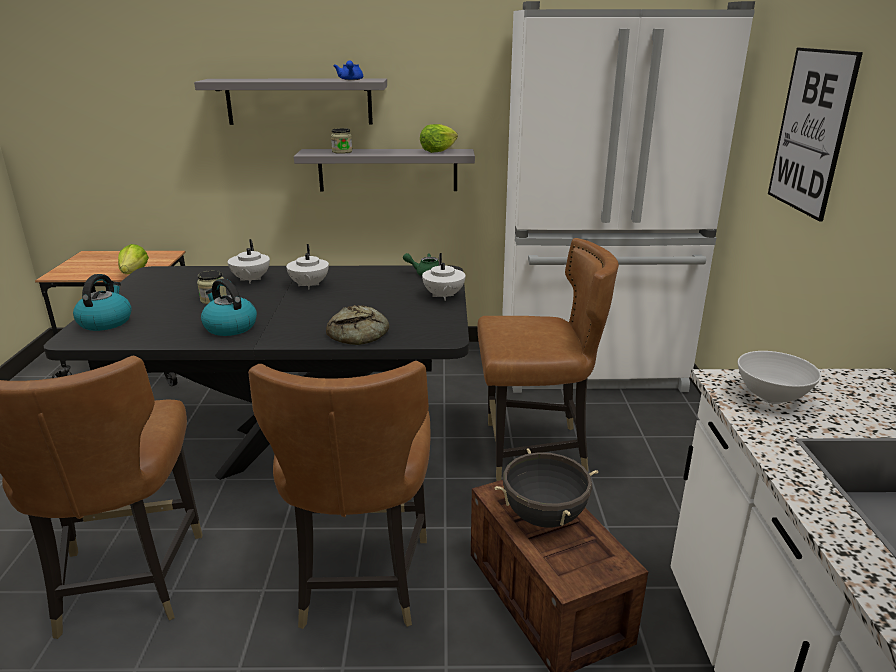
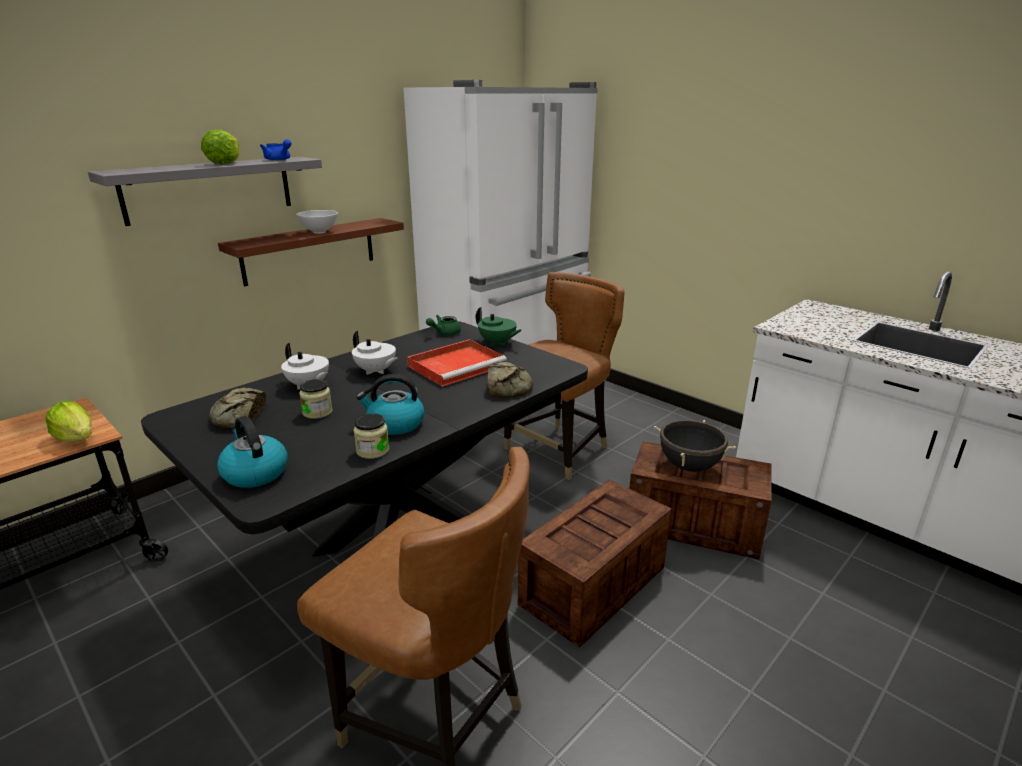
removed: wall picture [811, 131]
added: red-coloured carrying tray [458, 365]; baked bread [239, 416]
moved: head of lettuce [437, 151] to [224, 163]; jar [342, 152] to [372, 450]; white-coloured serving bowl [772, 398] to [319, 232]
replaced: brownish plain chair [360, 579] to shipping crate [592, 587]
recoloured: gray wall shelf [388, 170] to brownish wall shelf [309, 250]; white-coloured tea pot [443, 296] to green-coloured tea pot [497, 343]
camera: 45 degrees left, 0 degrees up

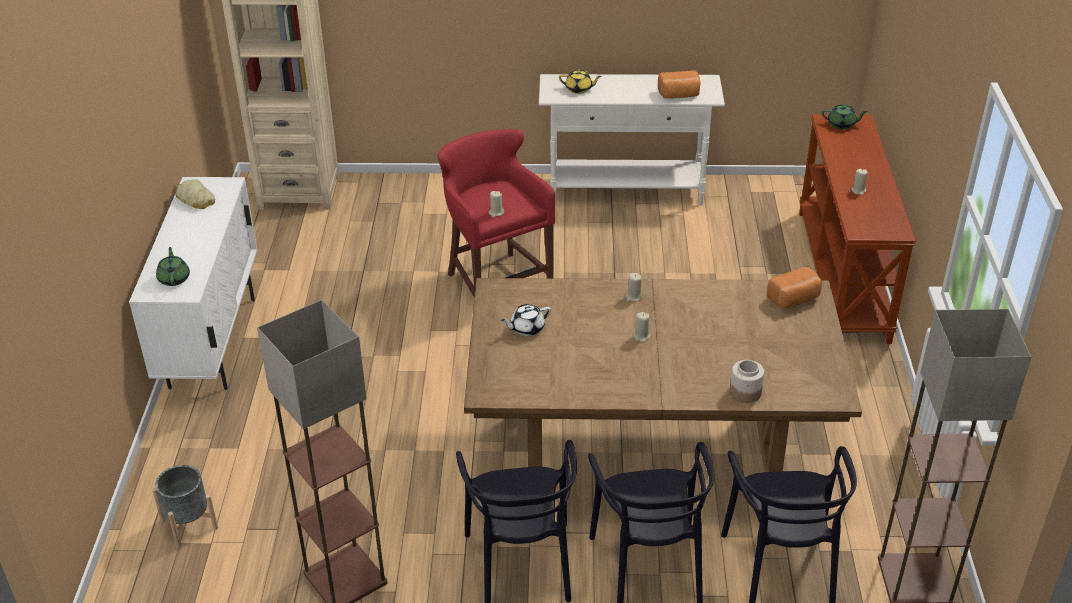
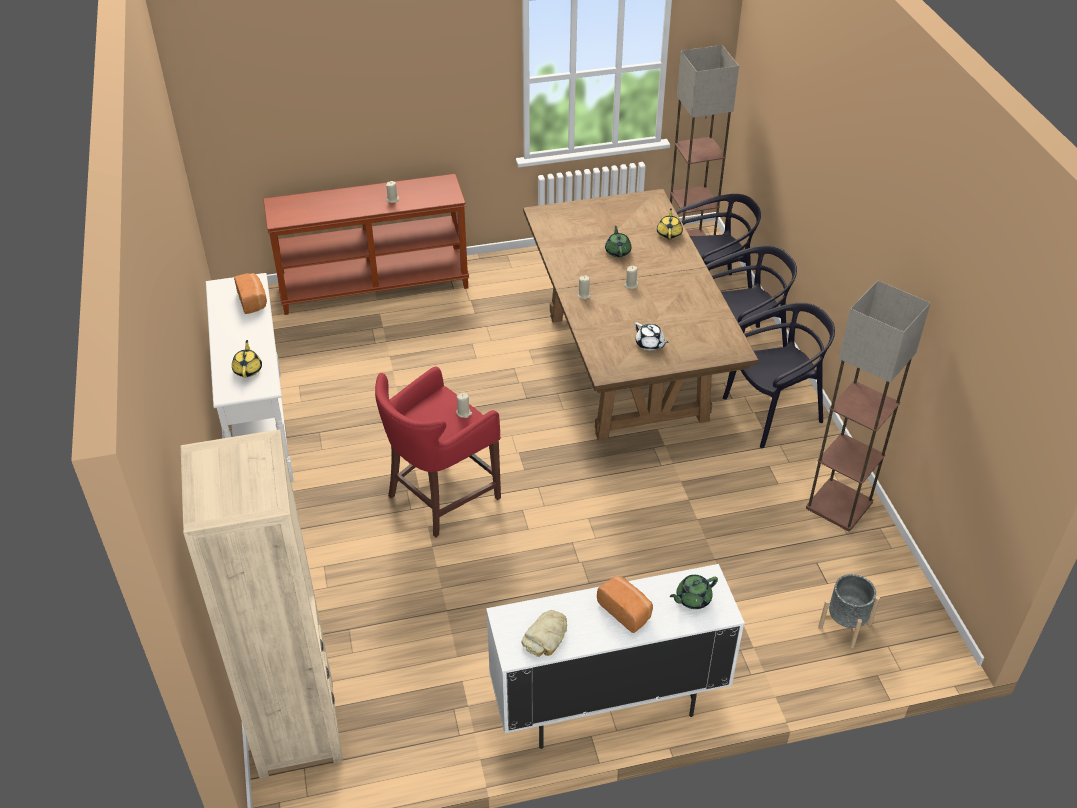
moved: green-coloured tea pot [842, 124] to [618, 251]; baked bread [794, 299] to [626, 610]
replaced: jar [745, 392] to yellow tea pot [669, 233]
camera: 105 degrees left, 5 degrees up

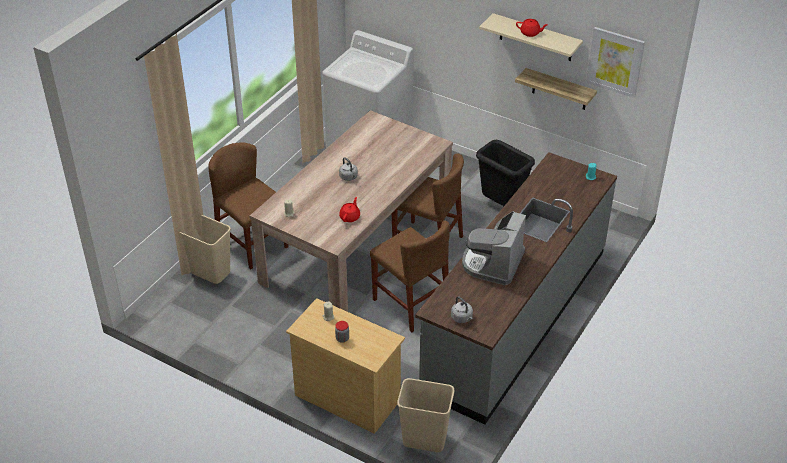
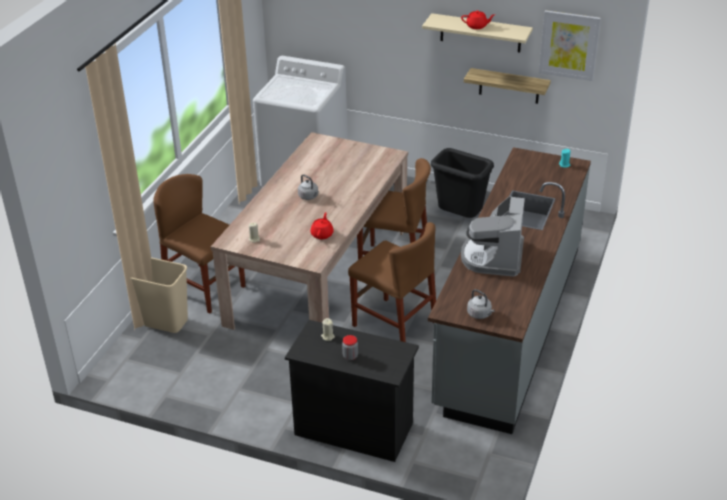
removed: beige-coloured waste bin [424, 440]
recoloured: beige-coloured chest of drawers [347, 397] to black-coloured chest of drawers [353, 428]
camera: 10 degrees left, 5 degrees down

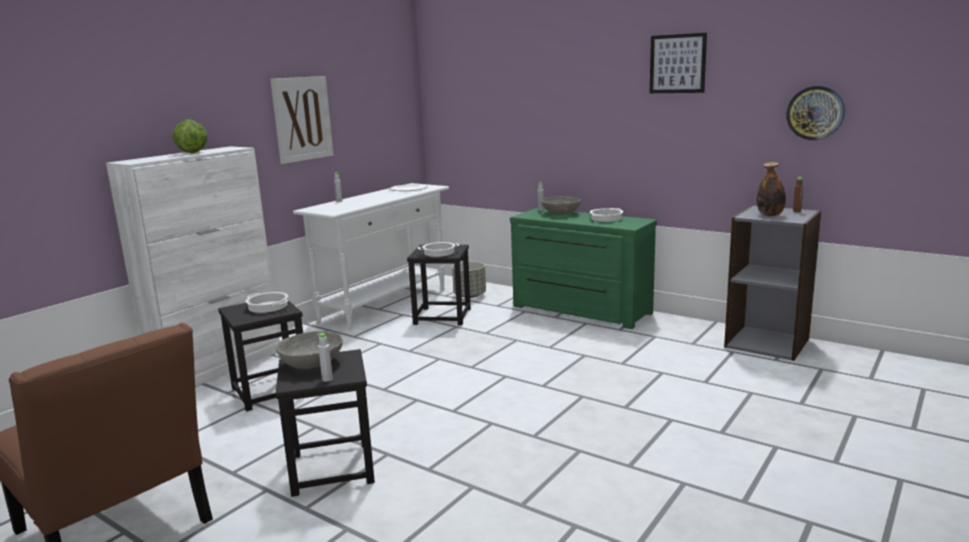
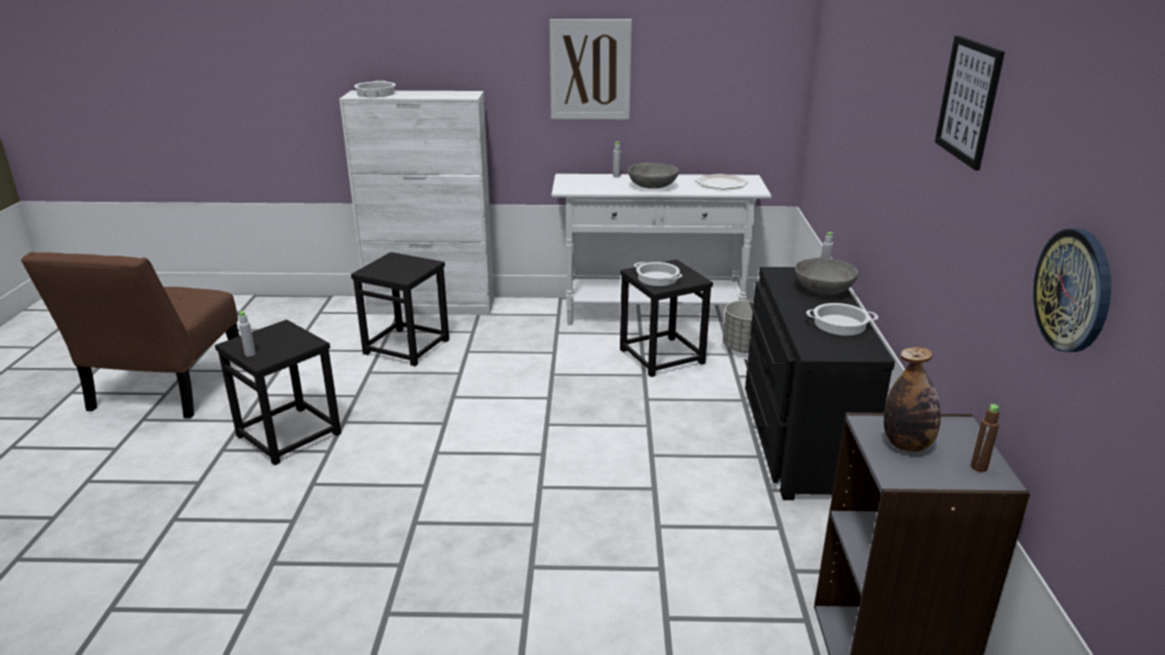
removed: head of lettuce [192, 153]
moved: saucepot [267, 306] to [375, 94]; gray serving bowl [312, 364] to [652, 186]
recoloured: green-coloured chest of drawers [579, 311] to black-coloured chest of drawers [796, 438]
camera: 55 degrees right, 10 degrees up

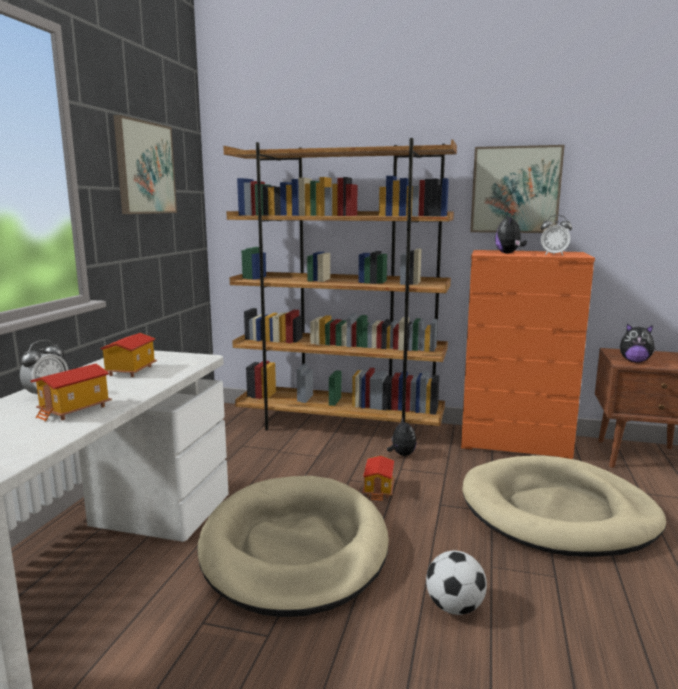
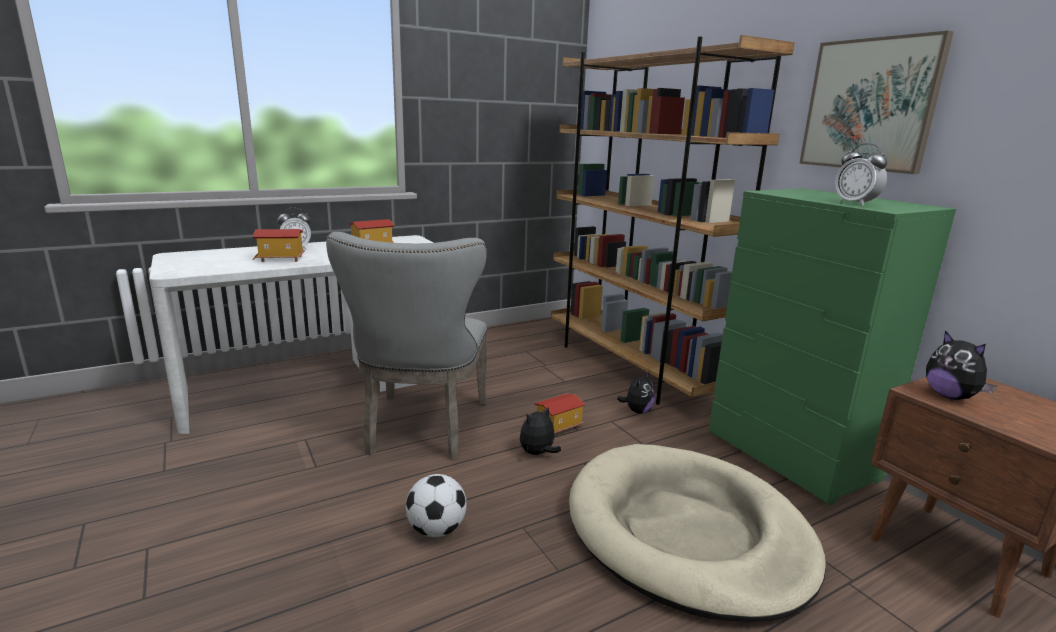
removed: wall picture [145, 168]
moved: plush toy [508, 253] to [538, 453]
replaced: beige-coloured dog bed [294, 548] to gray plain chair [423, 431]
recoloured: orange chest of drawers [515, 442] to green-coloured chest of drawers [790, 456]
camera: 45 degrees right, 5 degrees up

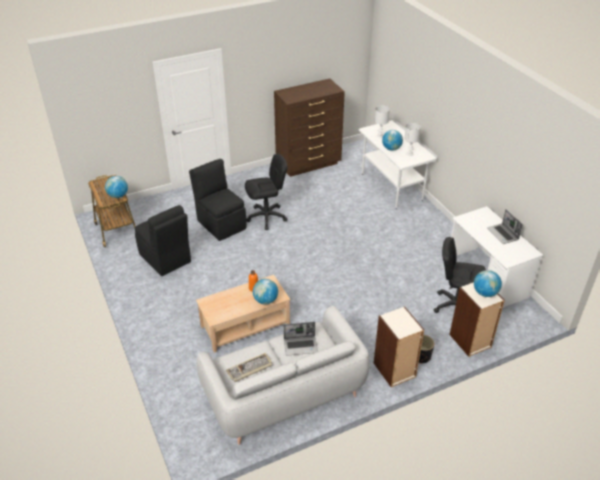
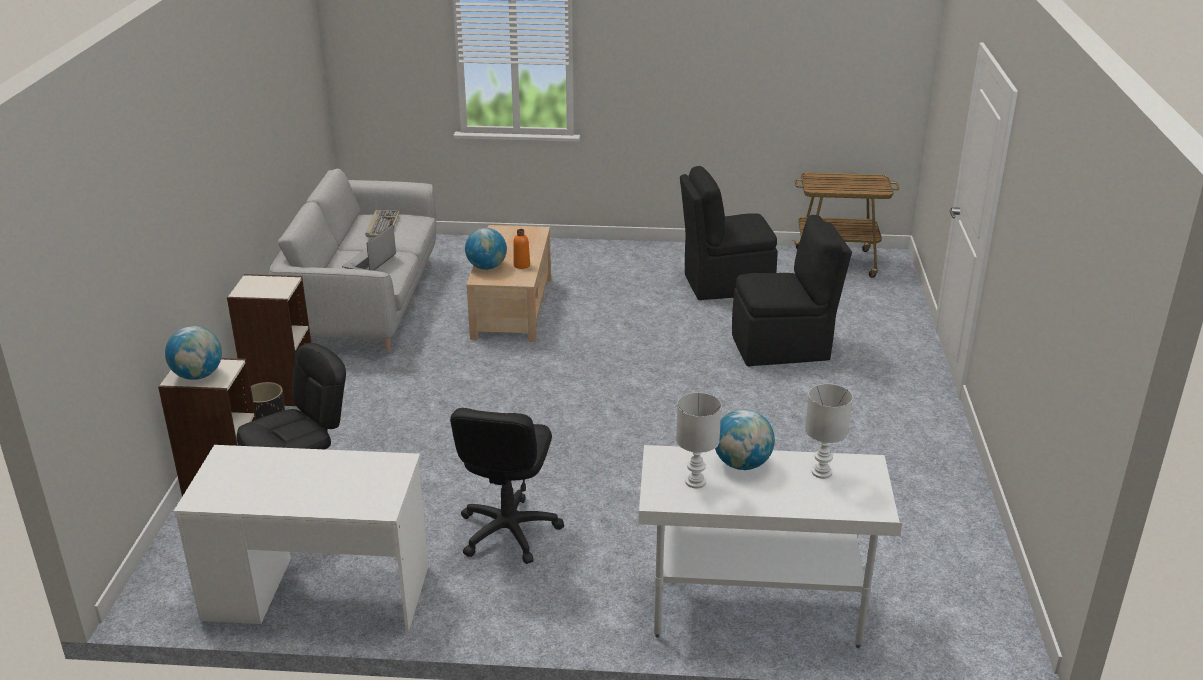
removed: brownish chest of drawers [309, 164]; world globe [118, 196]; portable computer [503, 234]
moved: black-coloured computer chair [267, 217] to [508, 531]
camera: 120 degrees right, 10 degrees down

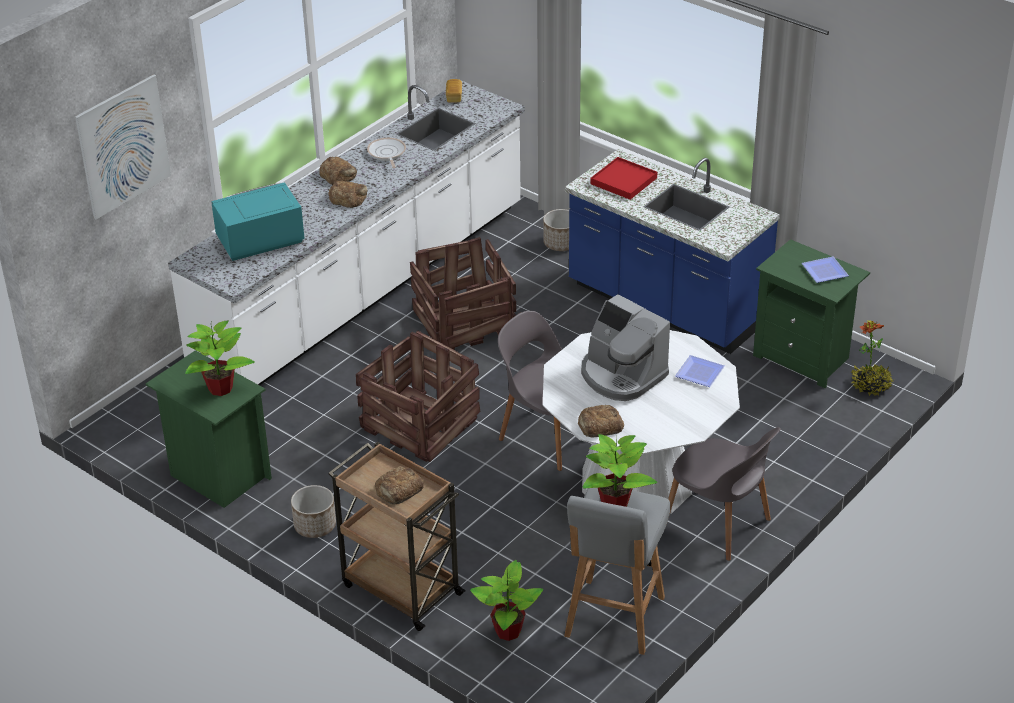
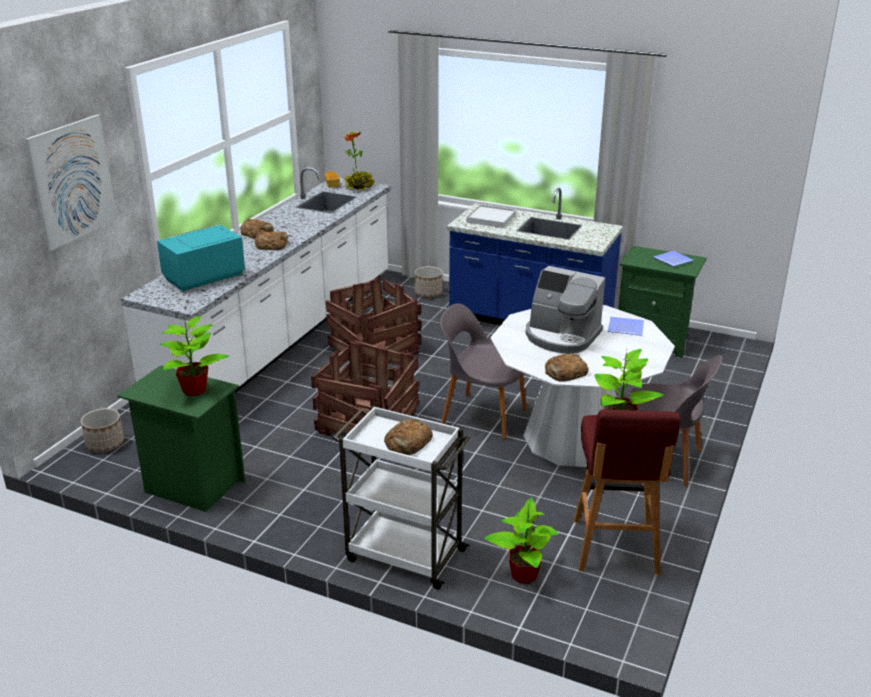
removed: frying pan [387, 153]
moved: potted plant [871, 385] to [359, 187]; plant pot [314, 525] to [105, 444]
recoloured: red-coloured carrying tray [623, 181] to white-coloured carrying tray [491, 218]; brownish wheeled cart [400, 588] to white-coloured wheeled cart [403, 554]; gray stool [613, 618] to red-coloured stool [615, 548]
camera: 15 degrees left, 10 degrees down

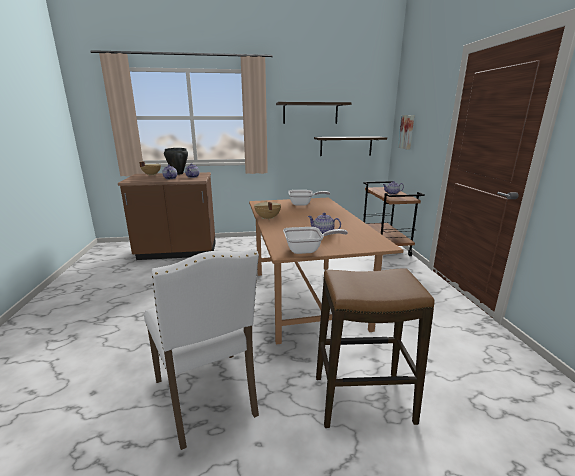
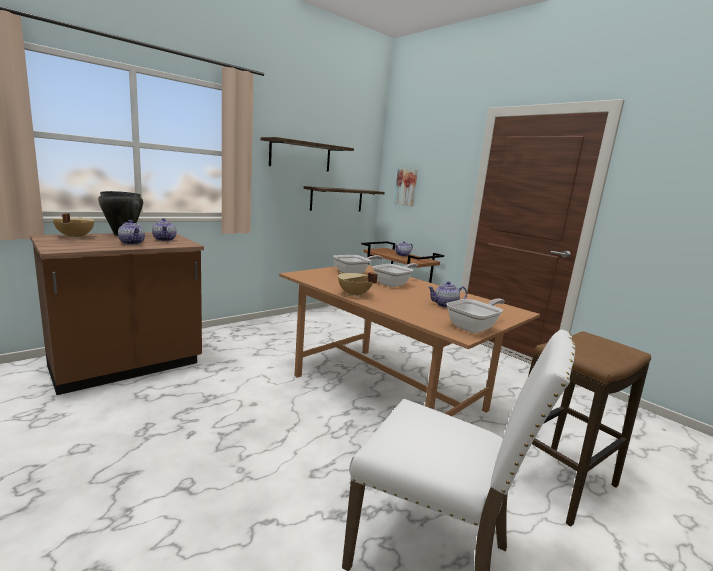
added: frying pan [394, 284]
camera: 35 degrees left, 5 degrees down

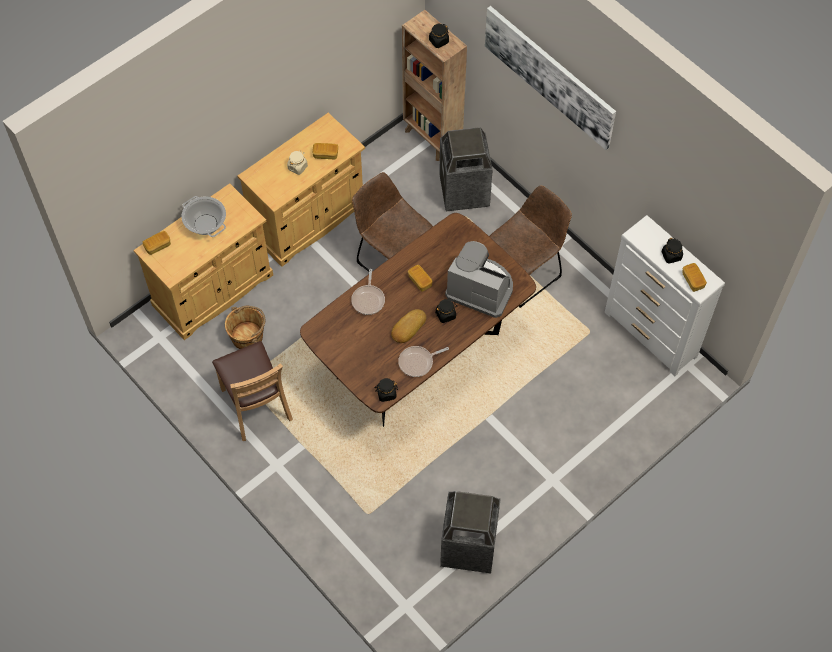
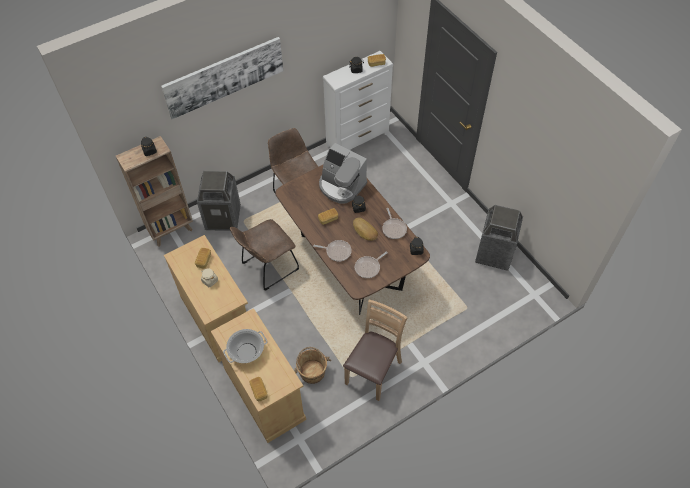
added: frying pan [368, 267]
turned: coffee maker [480, 289] = [341, 186] 90 degrees counterclockwise; brownish plain chair [256, 406] = [373, 371] 45 degrees counterclockwise
camera: 80 degrees left, 5 degrees down

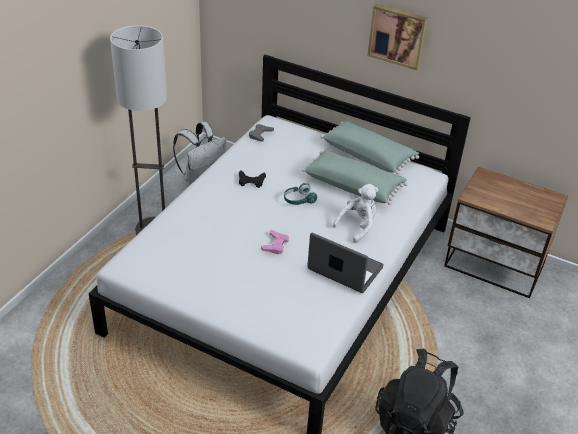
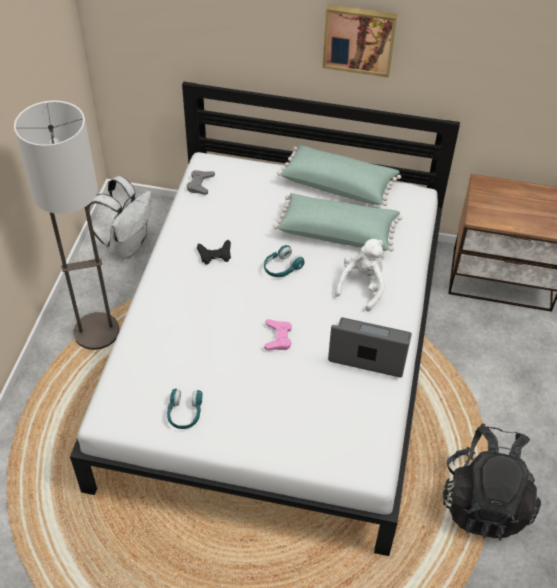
added: blue-green headset [184, 413]
camera: 15 degrees left, 10 degrees up

